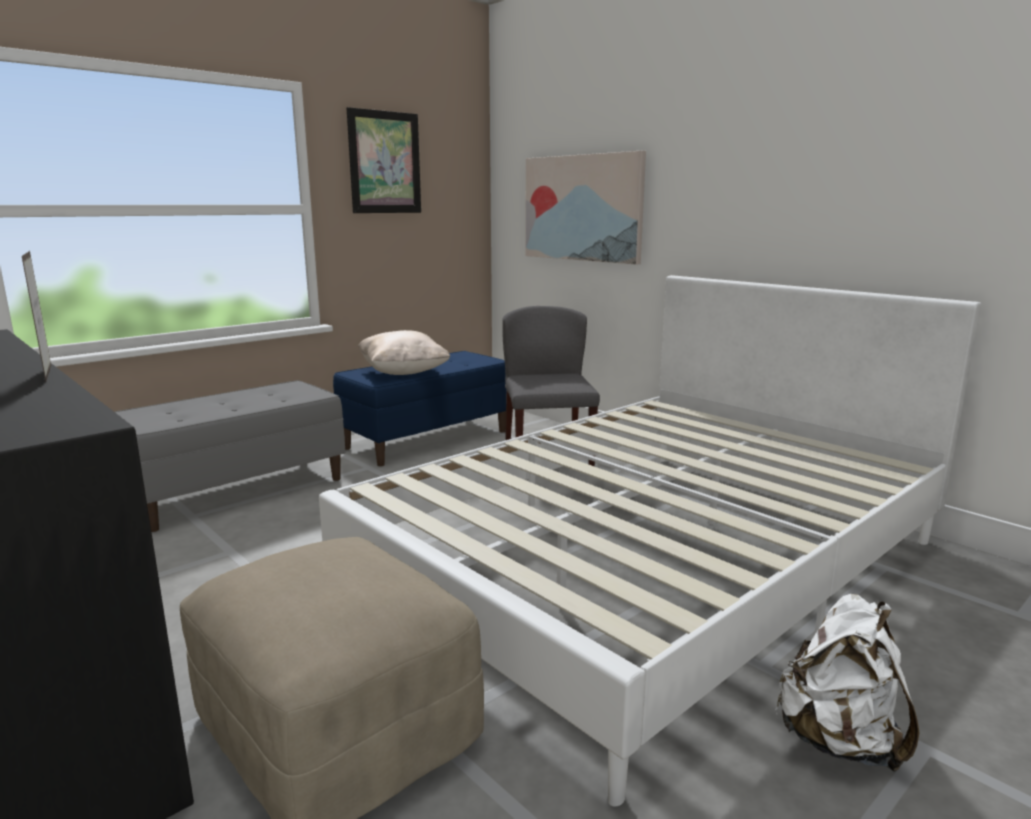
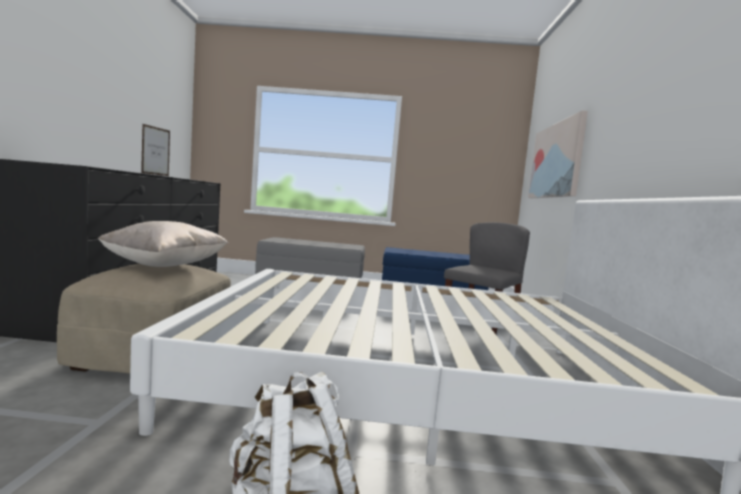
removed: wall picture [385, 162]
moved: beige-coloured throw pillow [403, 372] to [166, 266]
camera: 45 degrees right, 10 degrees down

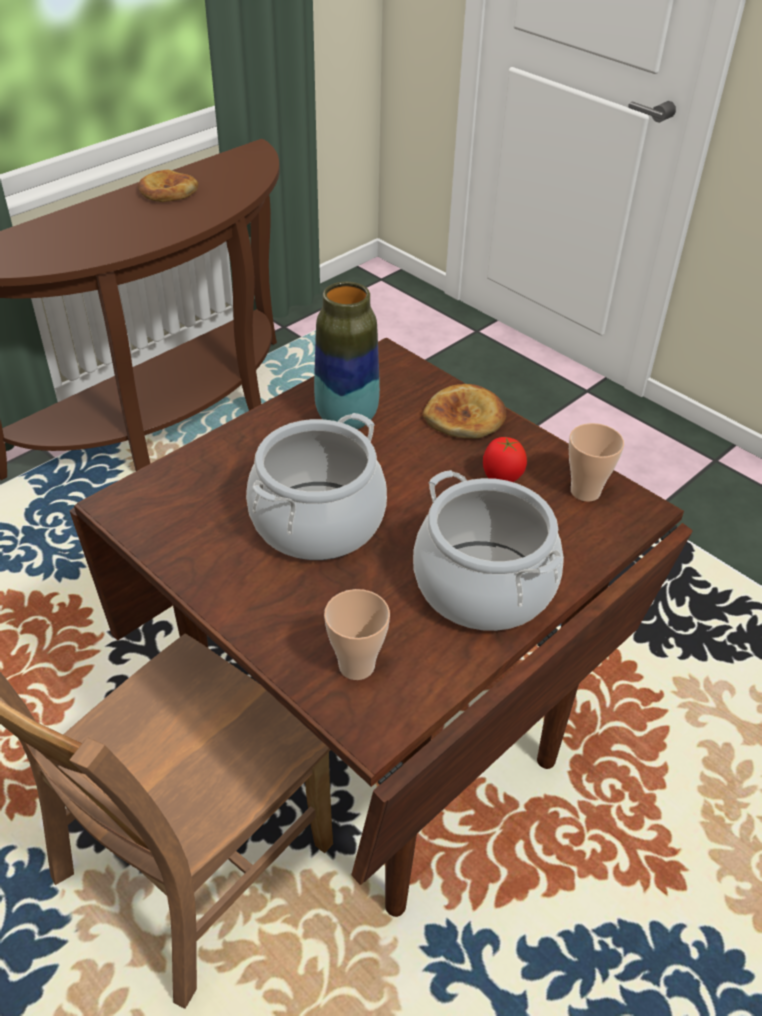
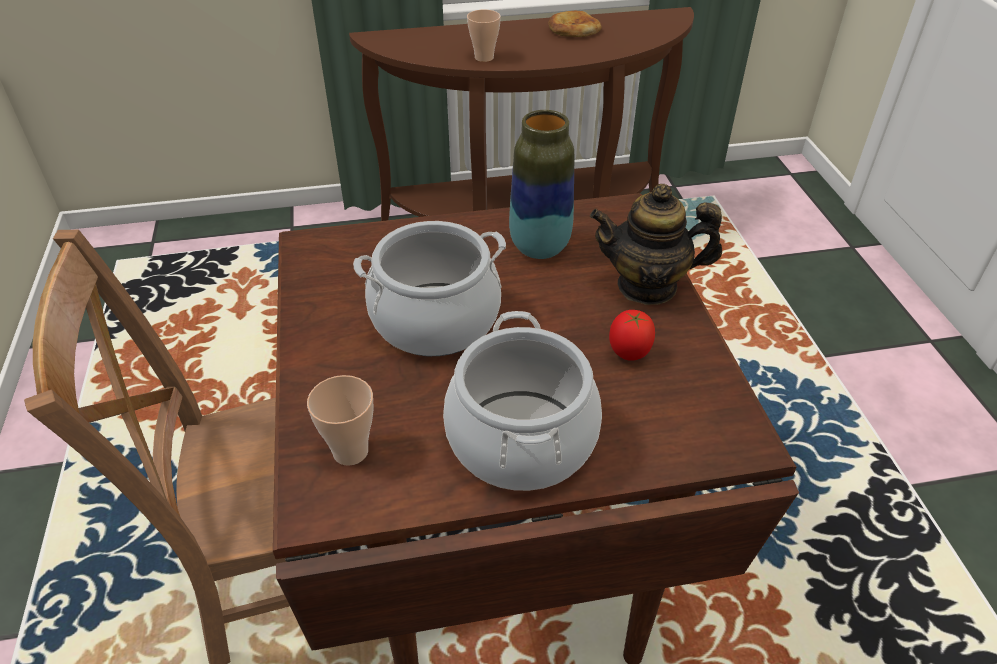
moved: small cup [585, 491] to [484, 57]
replaced: baked bread [465, 417] to tea pot [647, 286]
camera: 35 degrees right, 0 degrees up

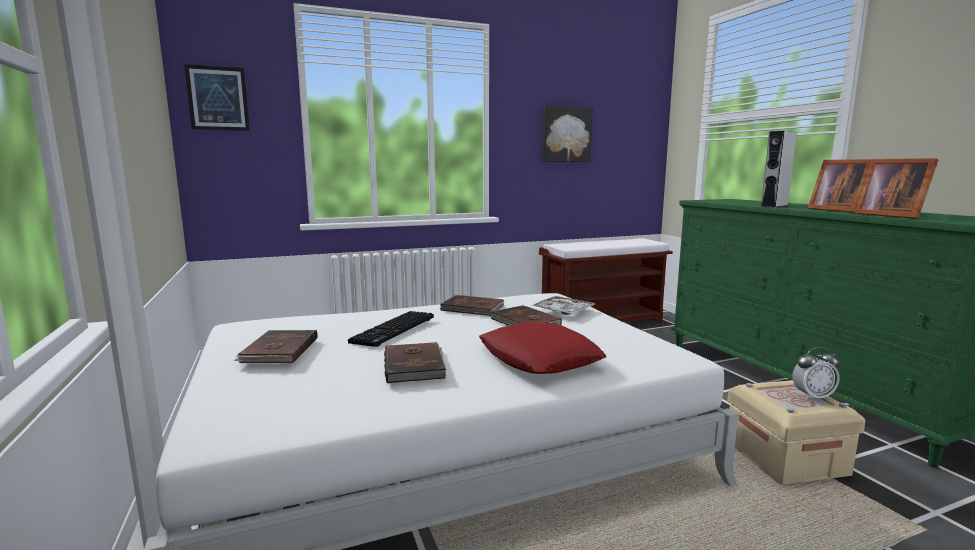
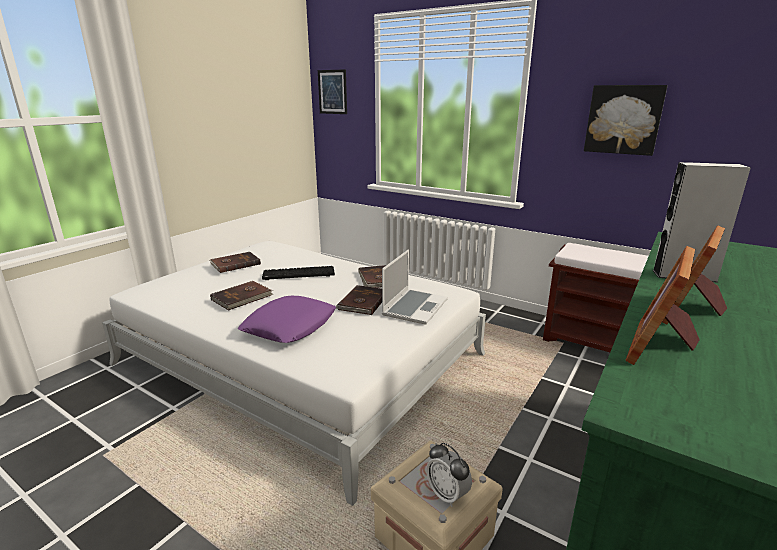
replaced: carrying tray [563, 311] to portable computer [414, 307]
recoloured: red-coloured throw pillow [538, 358] to purple throw pillow [290, 326]
camera: 55 degrees right, 10 degrees up

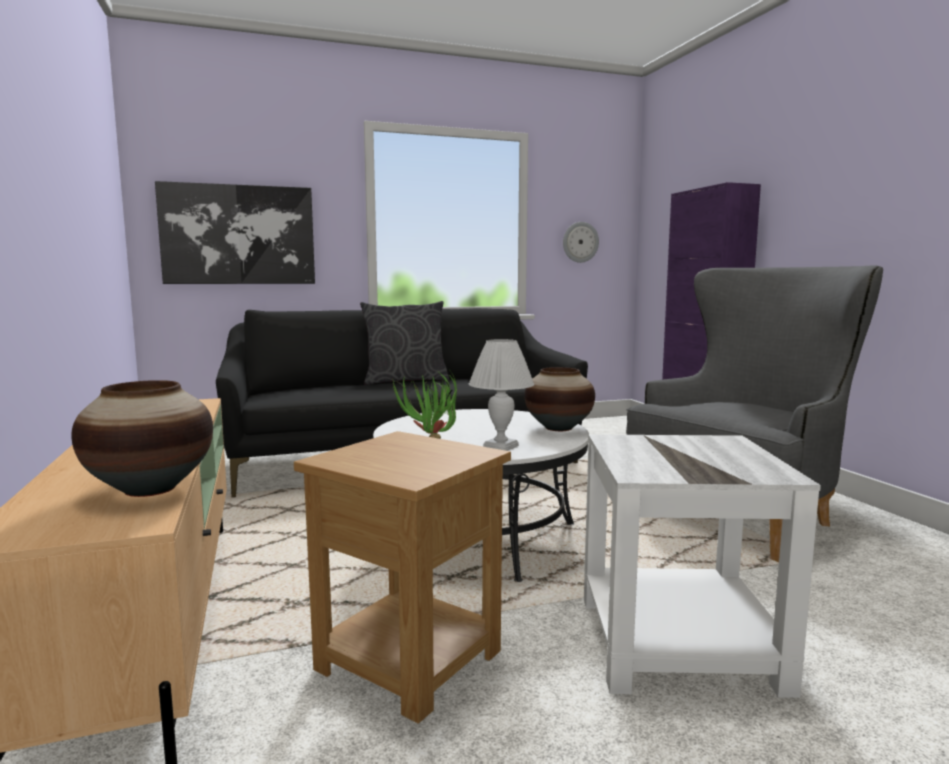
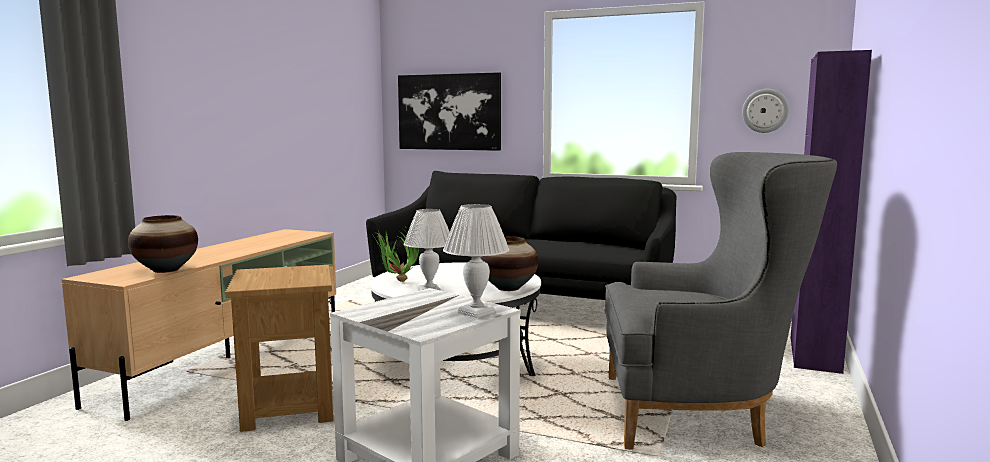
removed: gray throw pillow [405, 381]
added: white-coloured table lamp [476, 313]
camera: 40 degrees right, 0 degrees up

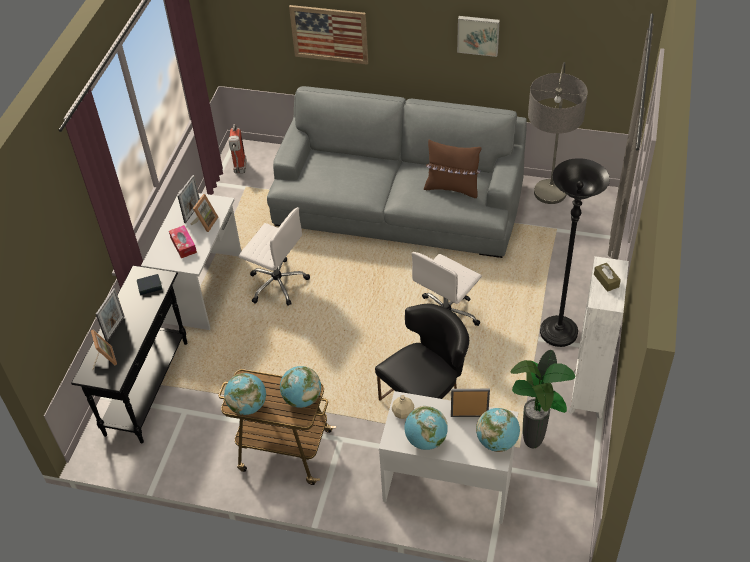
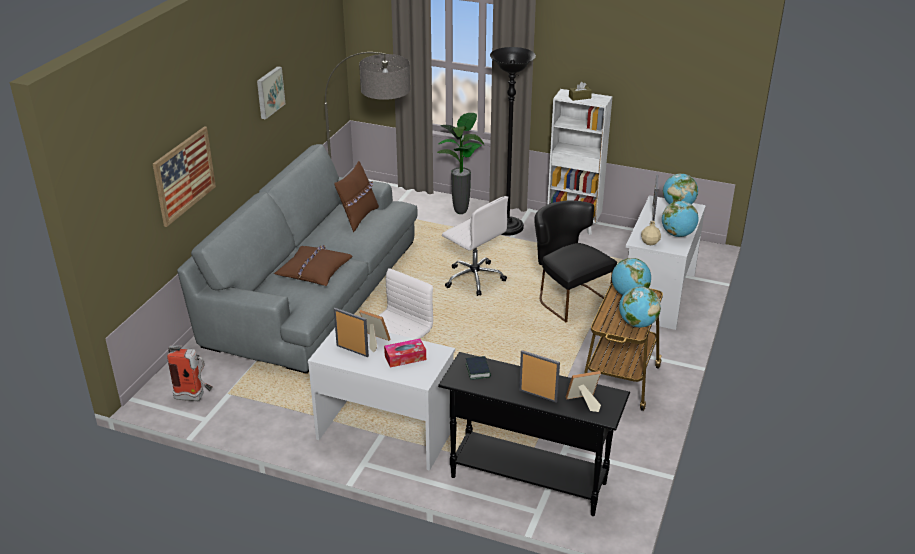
added: brownish throw pillow [314, 271]
moved: potted plant [533, 444] to [462, 212]
camera: 85 degrees left, 15 degrees down

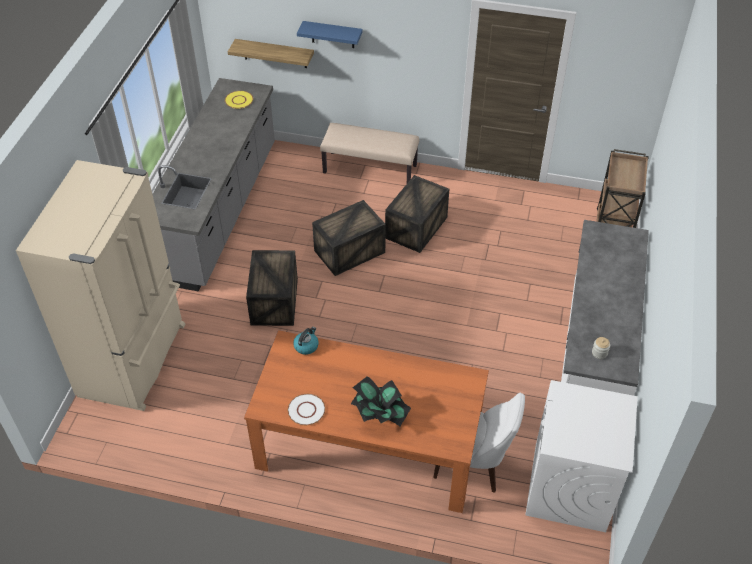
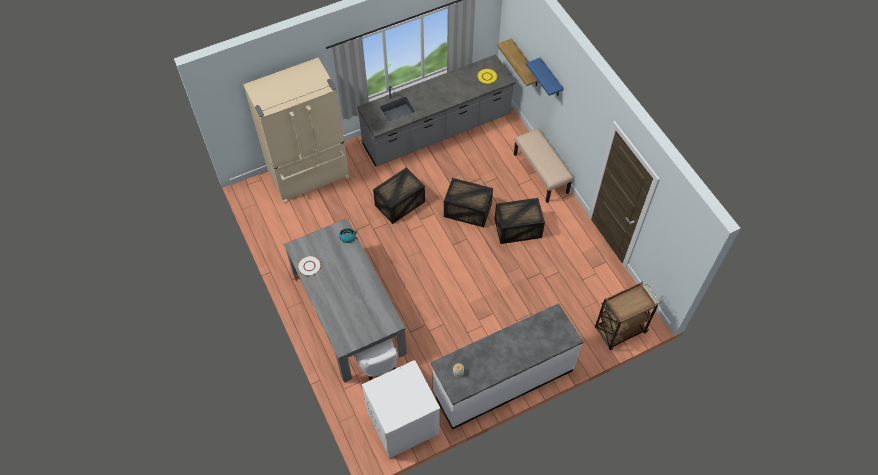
removed: potted plant [380, 414]
recoloured: orange dining table [369, 446] to gray dining table [348, 313]
camera: 50 degrees right, 10 degrees up

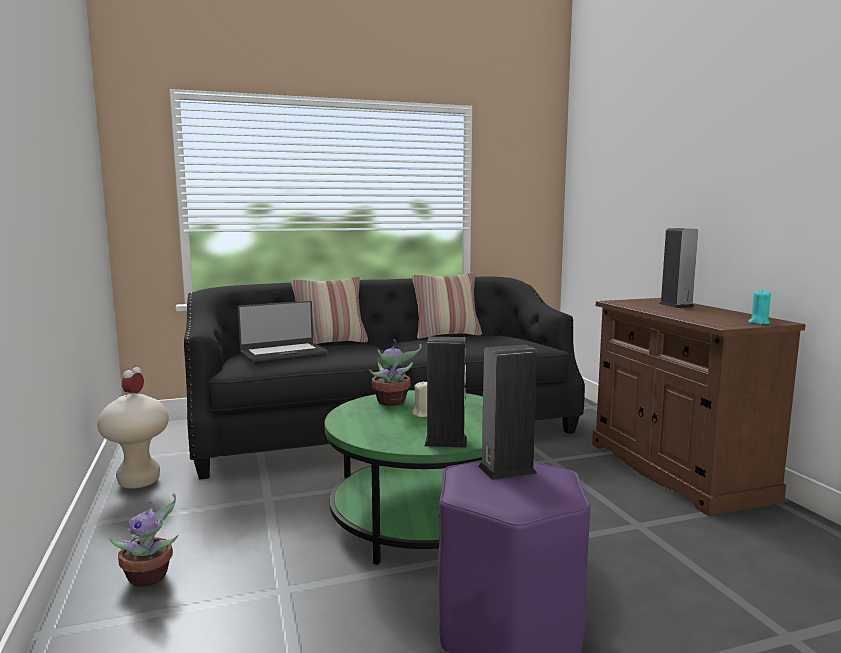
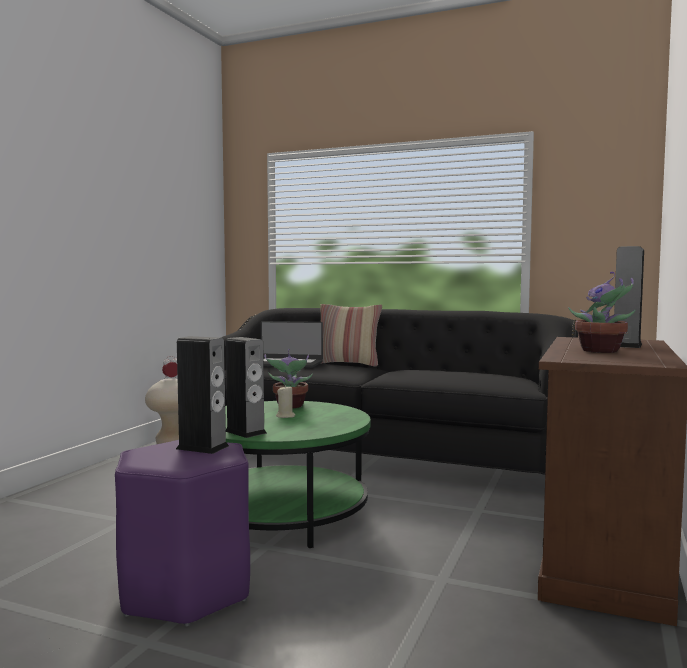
removed: throw pillow [447, 335]; blue-green candle [758, 322]
moved: potted plant [150, 577] to [602, 351]
camera: 40 degrees right, 5 degrees down

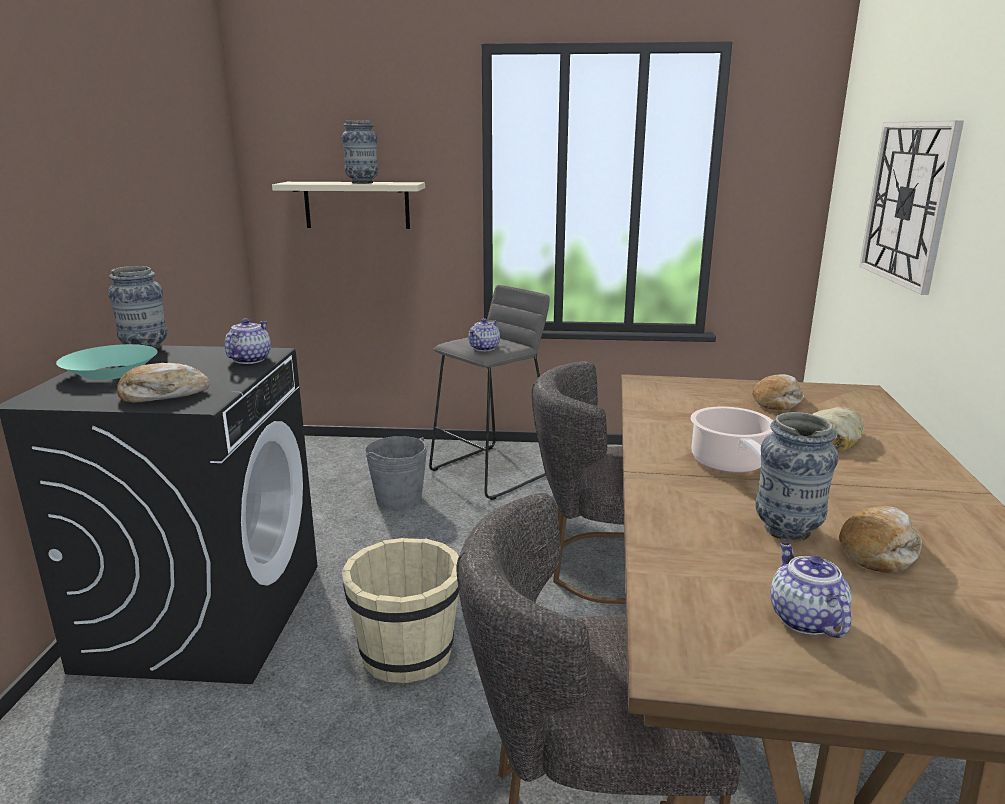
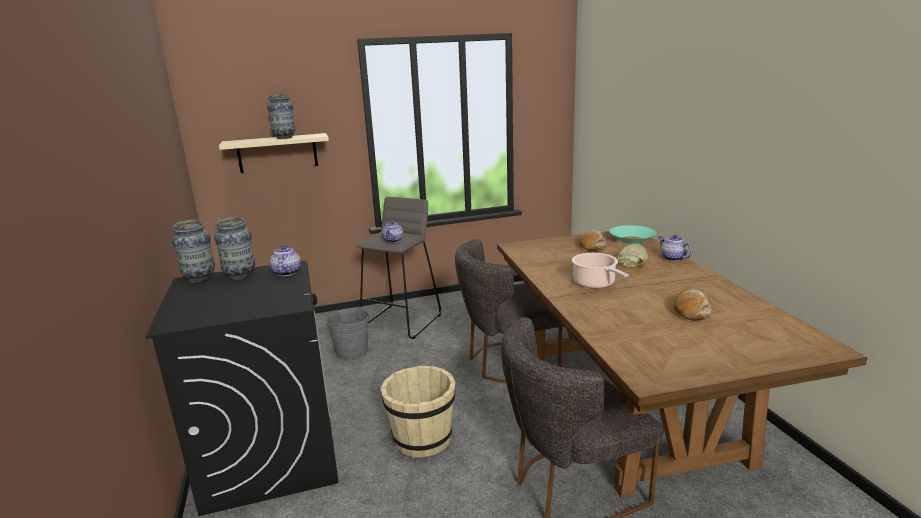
removed: clock on the wall [908, 203]; baked bread [163, 395]
moved: blue-green serving bowl [111, 372] to [632, 239]; flower vase [787, 531] to [240, 275]; tea pot [804, 618] to [672, 258]
camera: 20 degrees left, 0 degrees up

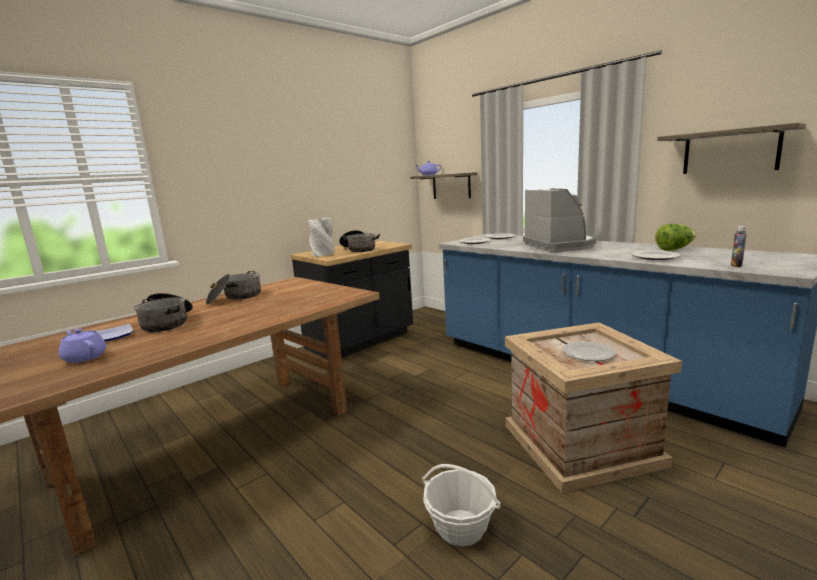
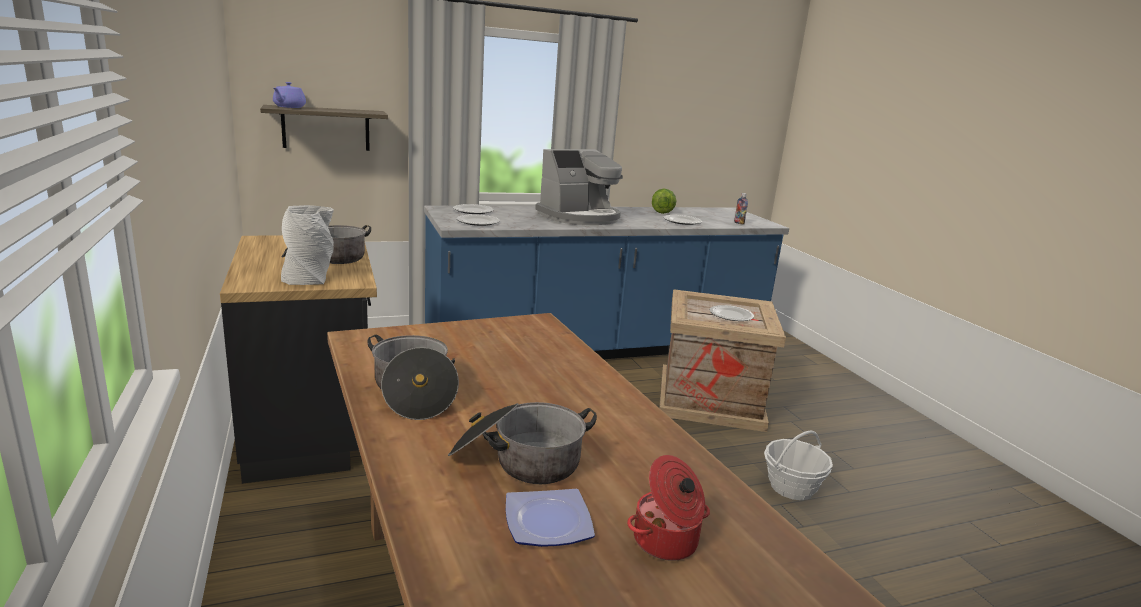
removed: wall shelf [730, 151]
replaced: purple tea pot [84, 357] to saucepot [666, 542]
turned: coffee maker [560, 246] = [580, 217] 135 degrees clockwise
camera: 70 degrees left, 5 degrees up

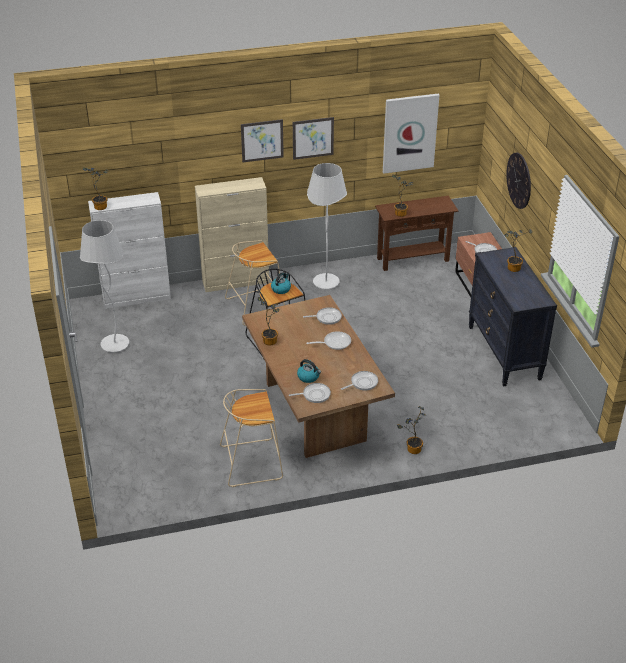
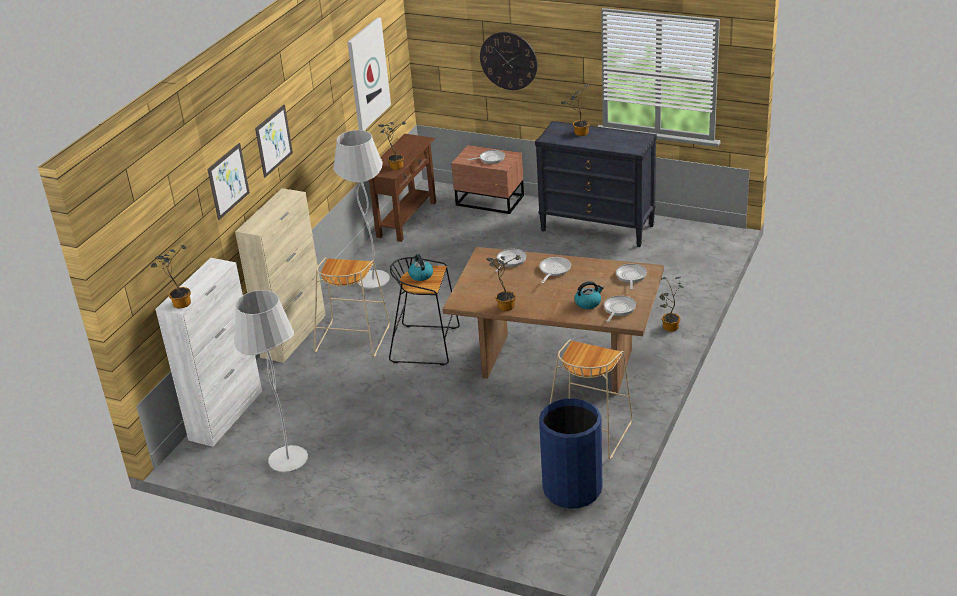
added: blue waste bin [572, 489]
moved: wall picture [313, 138] to [228, 181]
camera: 50 degrees left, 5 degrees down

